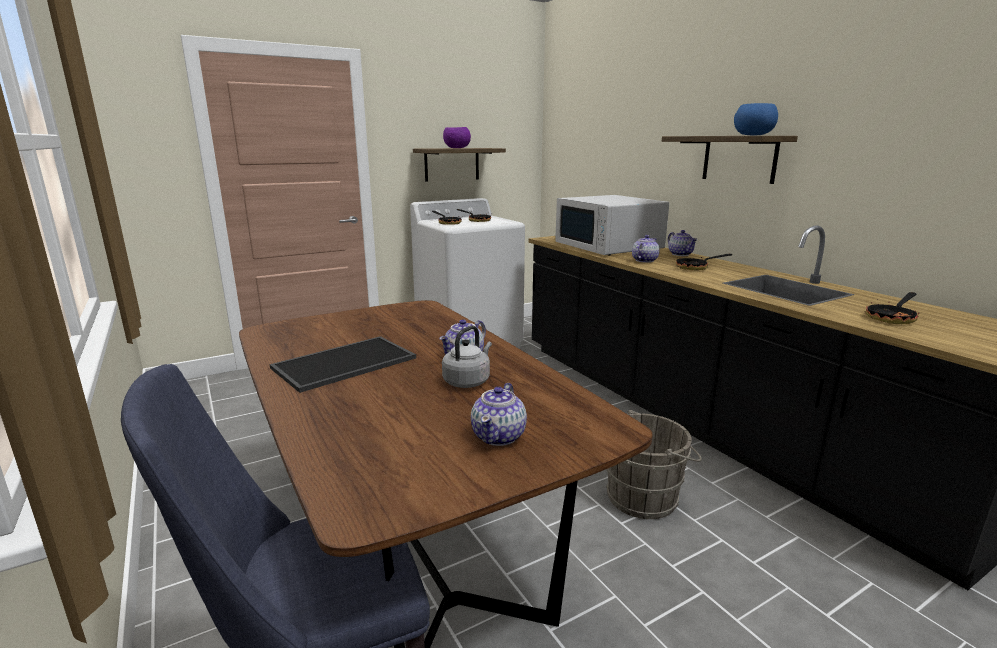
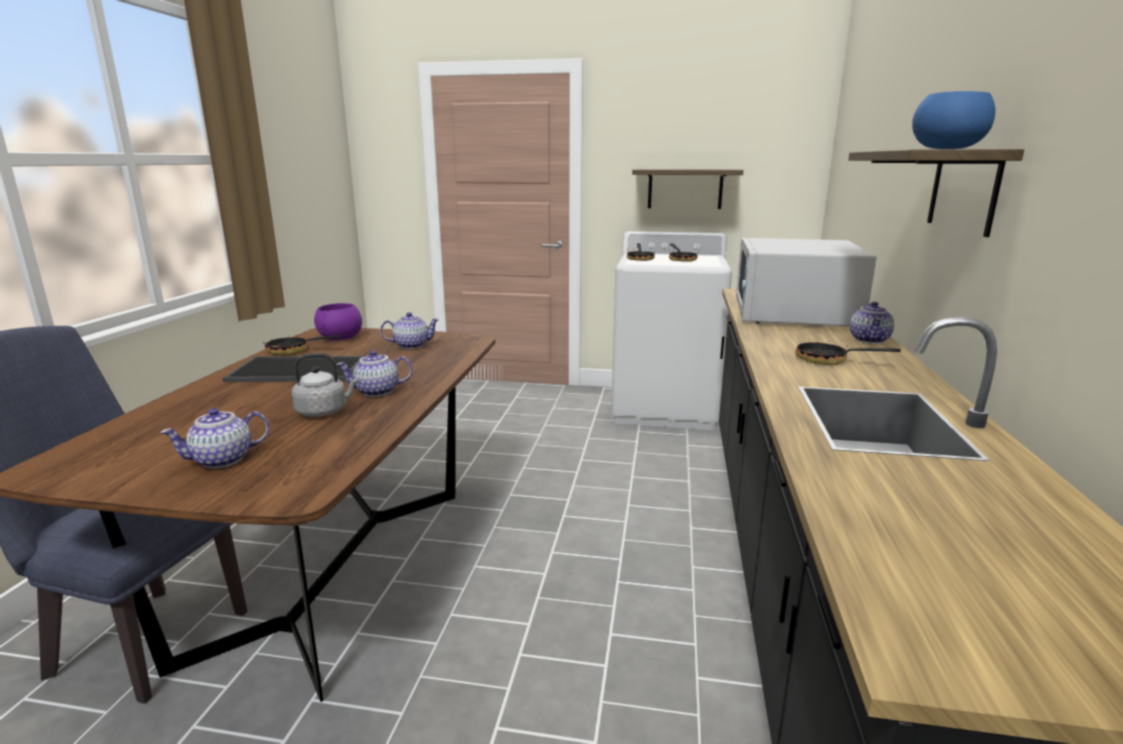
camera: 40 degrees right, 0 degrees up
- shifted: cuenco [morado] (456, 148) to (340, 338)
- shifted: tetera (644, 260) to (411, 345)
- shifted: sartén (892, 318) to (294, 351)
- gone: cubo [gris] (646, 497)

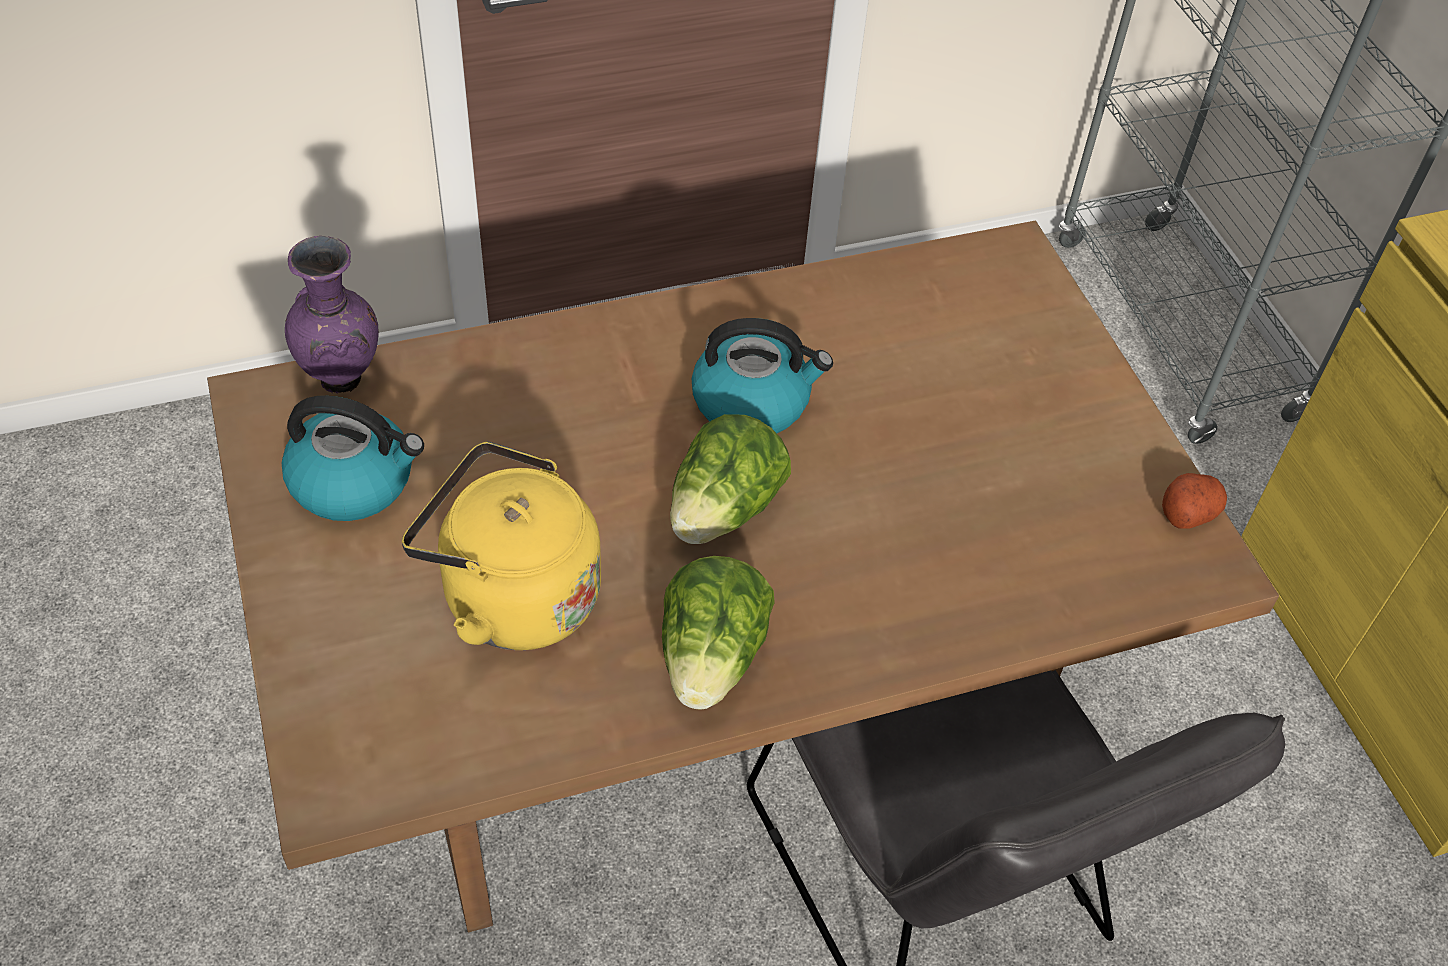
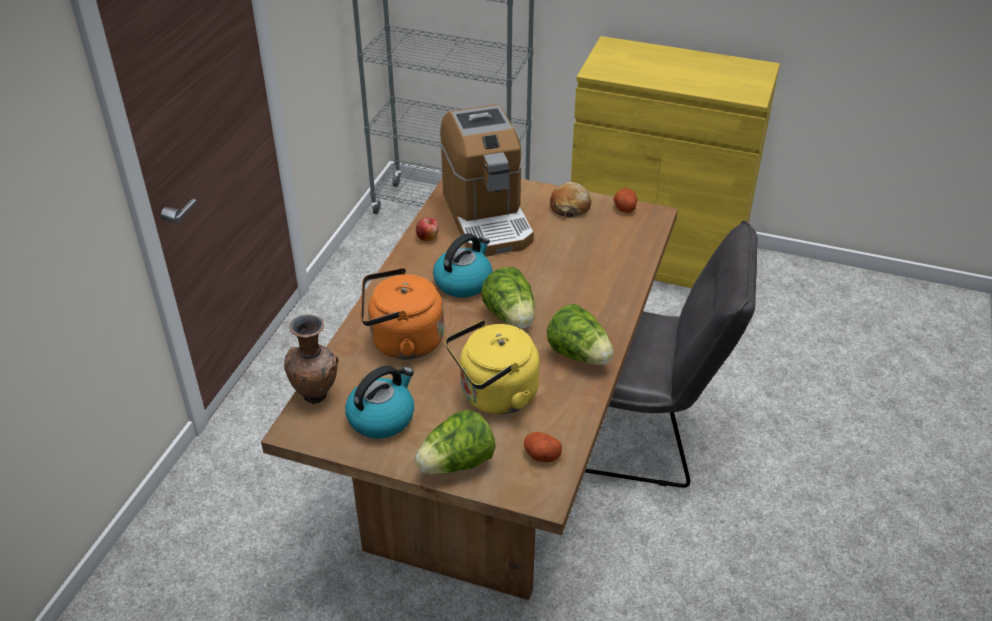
camera: 50 degrees left, 10 degrees down
- repainted: florero [morado] (344, 381) to florero [marrón] (317, 395)
- new: cafetera (487, 218)
- new: pan (570, 207)
- new: manzana (427, 237)
- new: hervidor [naranja] (402, 342)
- new: lechuga (457, 464)
- new: patata (541, 454)

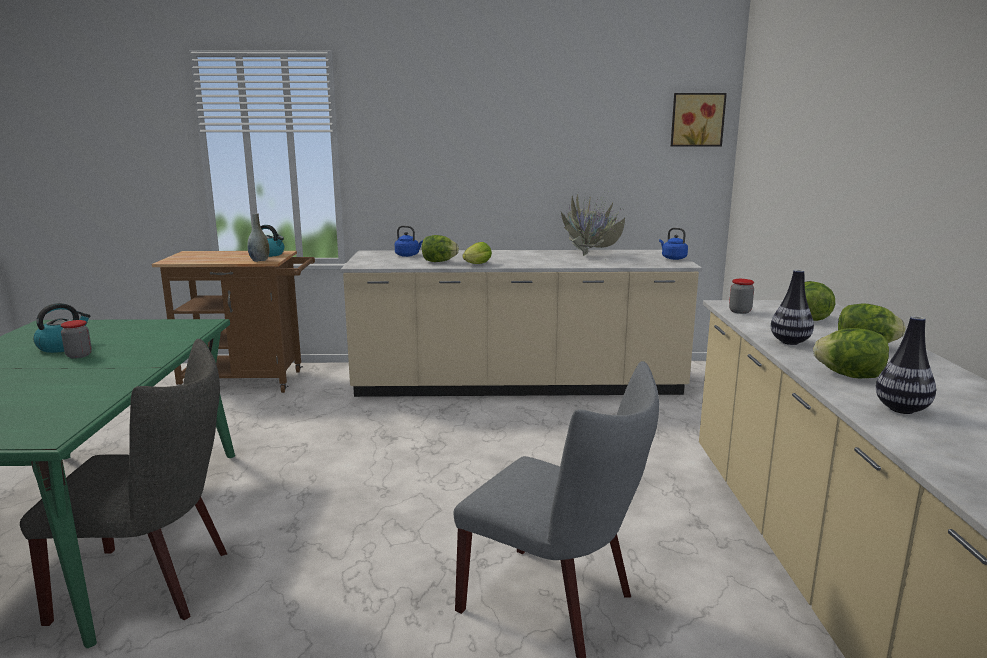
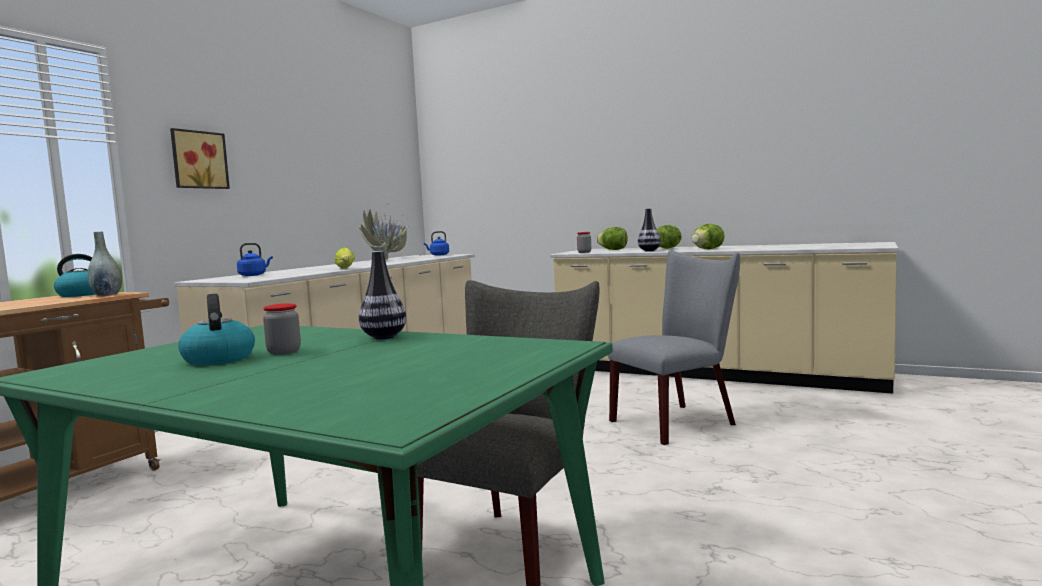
camera: 60 degrees left, 10 degrees down
- shifted: cuadro (697, 120) to (198, 160)
- gone: lechuga (439, 262)
- shifted: florero (901, 409) to (384, 337)

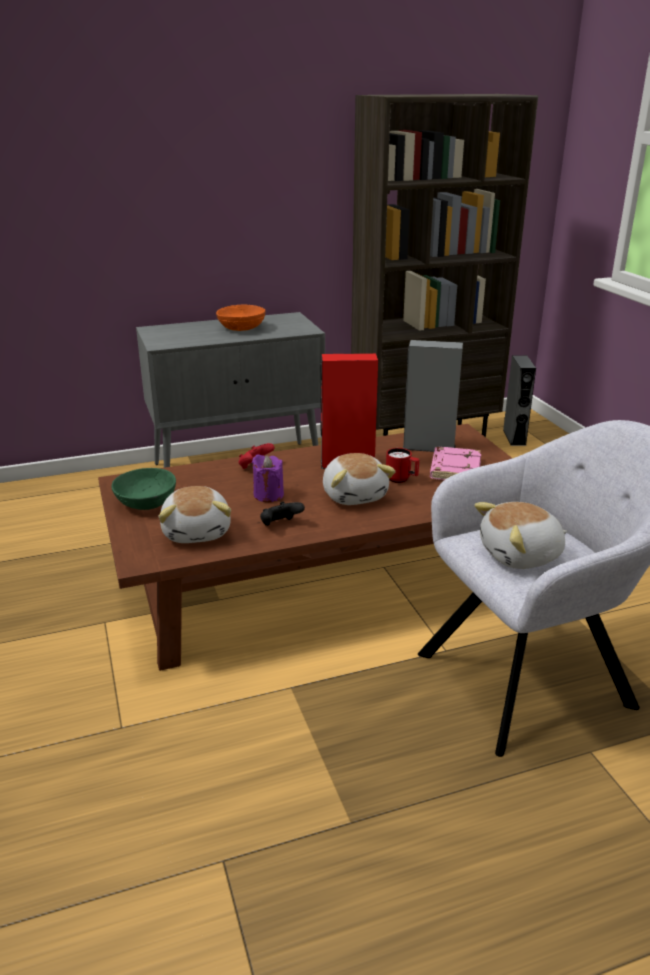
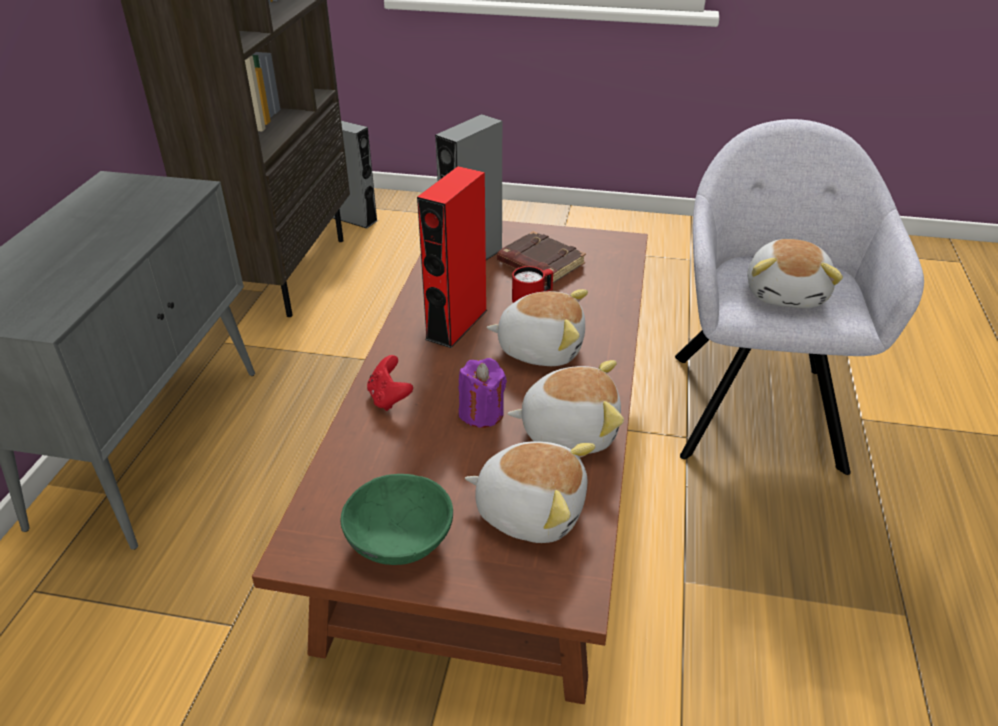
camera: 60 degrees left, 10 degrees up
- gone: cuenco [naranja] (242, 328)
- repainted: libro [rosa] (454, 469) to libro [marrón] (539, 264)
- swapped: mando de consola [negro] (280, 525) to peluche (569, 430)

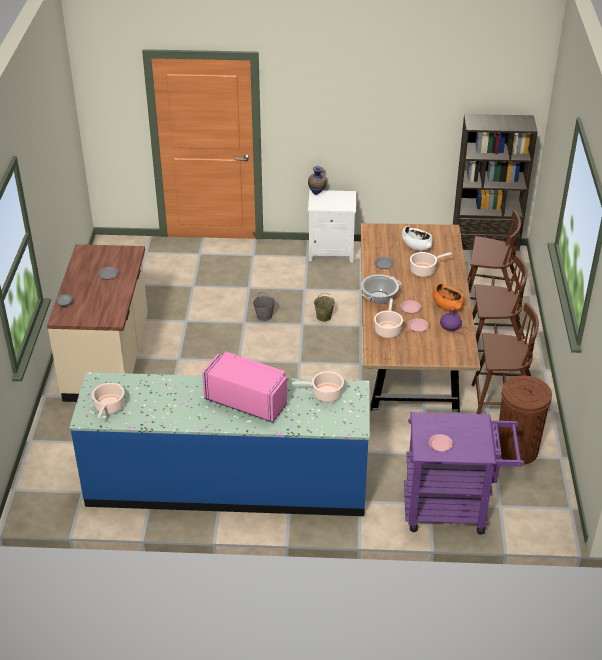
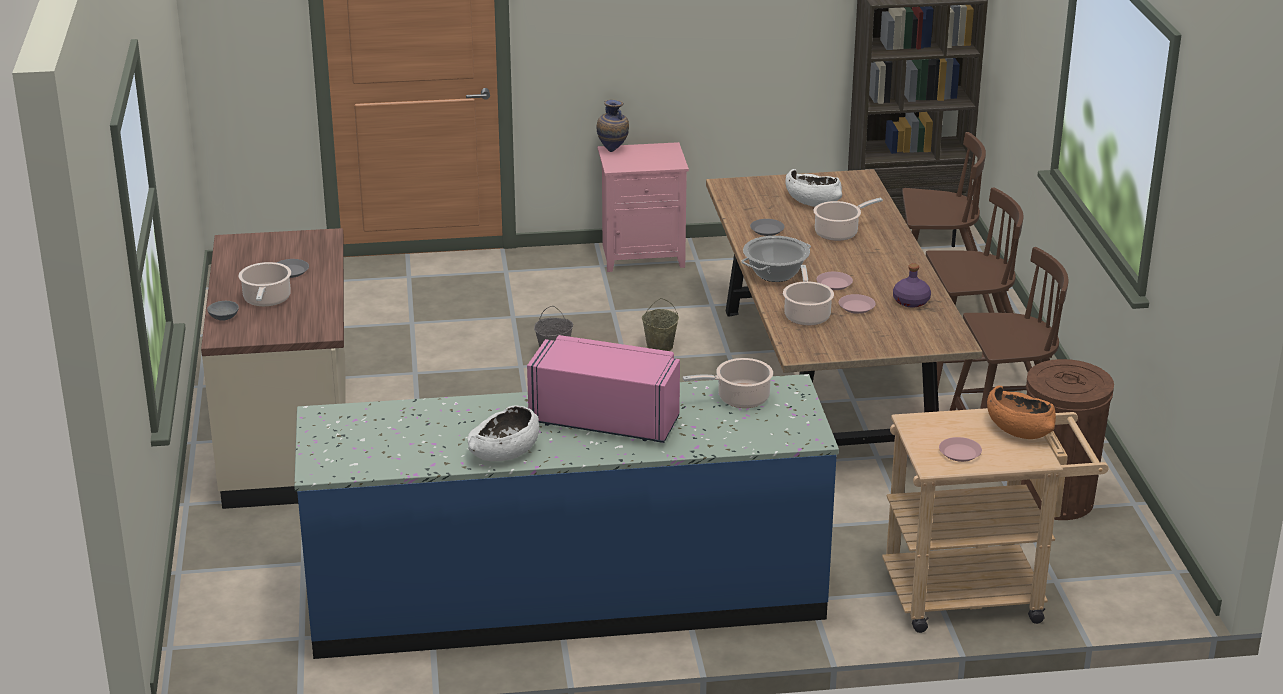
camera: 10 degrees left, 10 degrees down
- repainted: mesita de noche [blanco] (332, 251) to mesita de noche [rosa] (643, 255)
- shifted: cuenco [naranja] (447, 305) to (1018, 428)
- shifted: olla (109, 407) to (266, 300)
- repainted: carrito [morado] (454, 509) to carrito [beis] (978, 593)
- new: cuenco [blanco] (504, 452)

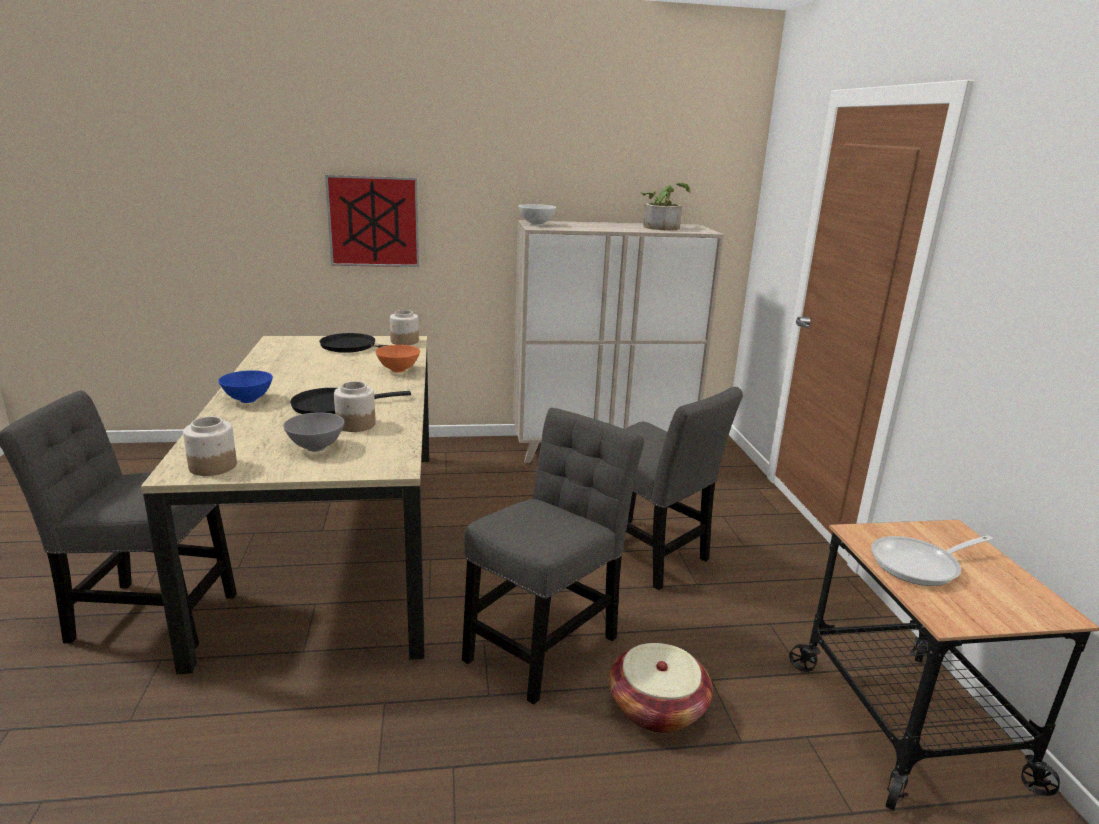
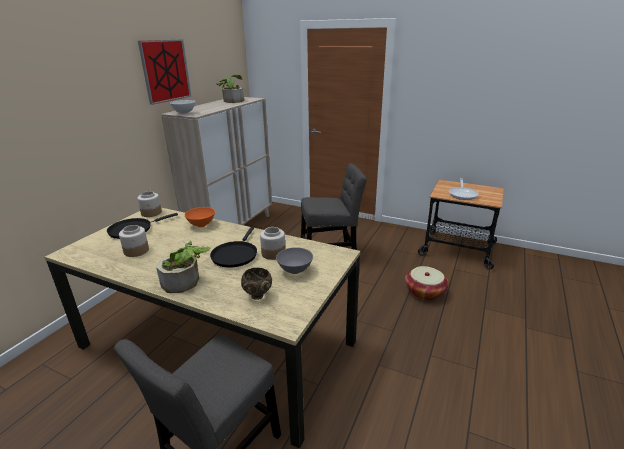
camera: 55 degrees left, 5 degrees up
- shifted: cuadro (373, 221) to (165, 71)
- swapped: cuenco [azul] (248, 400) to planta en maceta (186, 282)
- gone: silla [gris] (545, 643)
- shifted: tarro (212, 466) to (136, 251)
- new: cuenco [marrón] (258, 296)

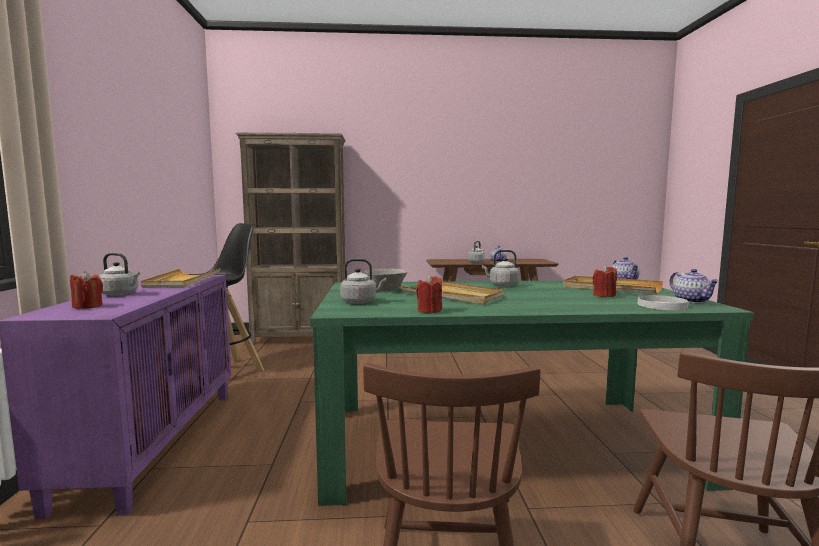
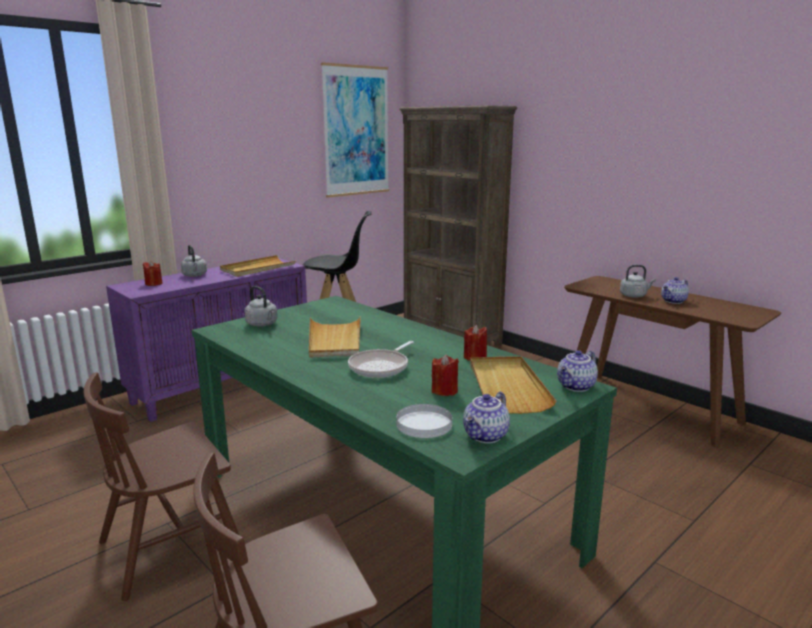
camera: 50 degrees right, 10 degrees up
- gone: hervidor [gris] (502, 285)
- gone: cuenco [gris] (387, 289)
- shifted: vela [rojo] (429, 310) to (475, 357)
- new: cuadro (356, 131)
- new: sartén (381, 367)

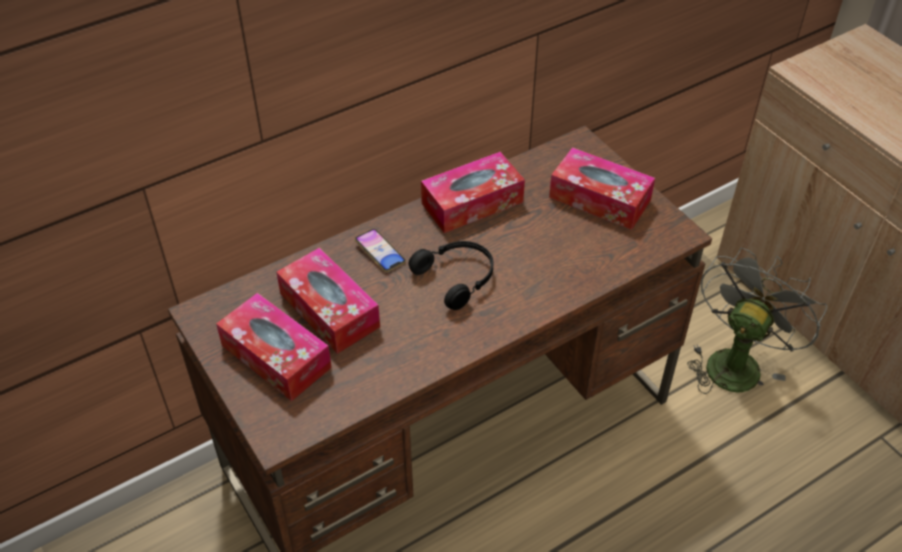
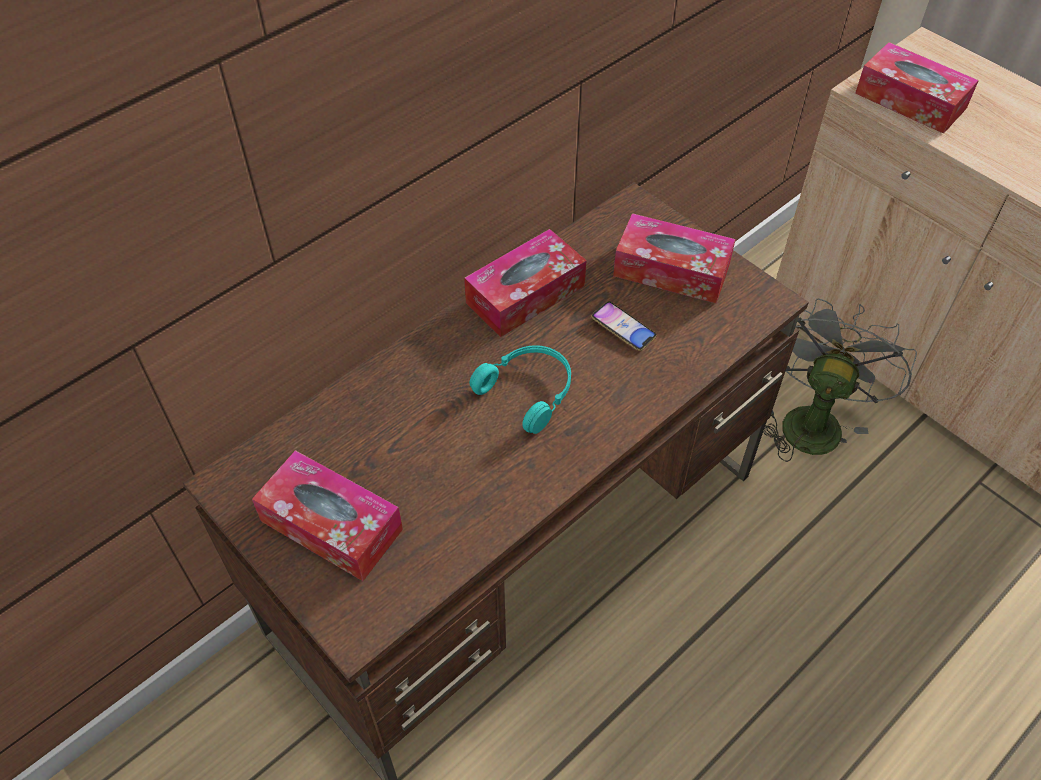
camera: 10 degrees left, 5 degrees up
- shifted: móvil (380, 253) to (623, 329)
- repainted: auriculares [negro] (457, 277) to auriculares [turquesa] (529, 391)
- shifted: caja de pañuelos (329, 310) to (910, 100)

